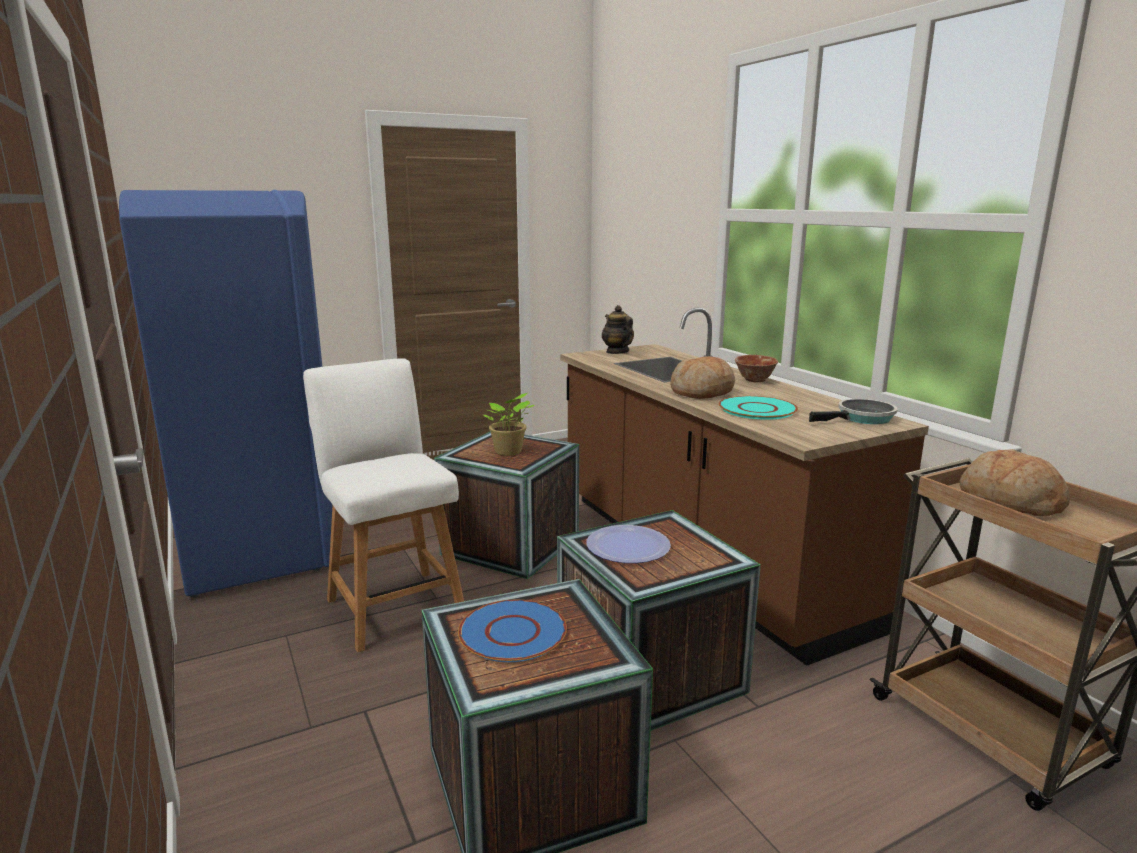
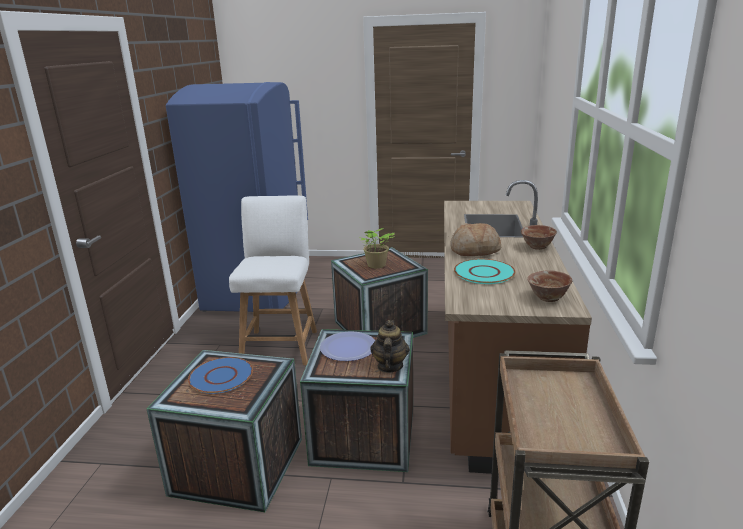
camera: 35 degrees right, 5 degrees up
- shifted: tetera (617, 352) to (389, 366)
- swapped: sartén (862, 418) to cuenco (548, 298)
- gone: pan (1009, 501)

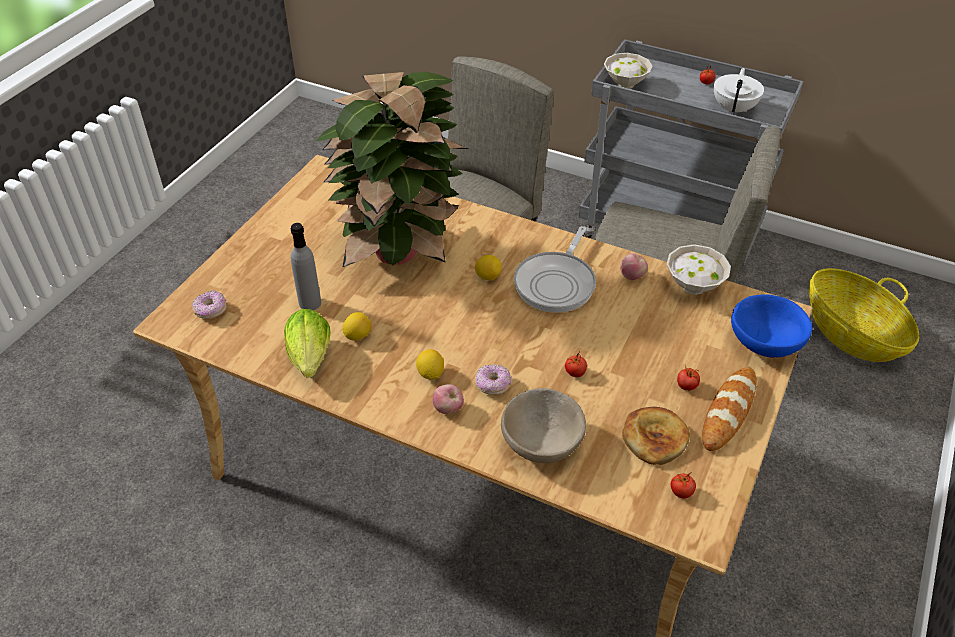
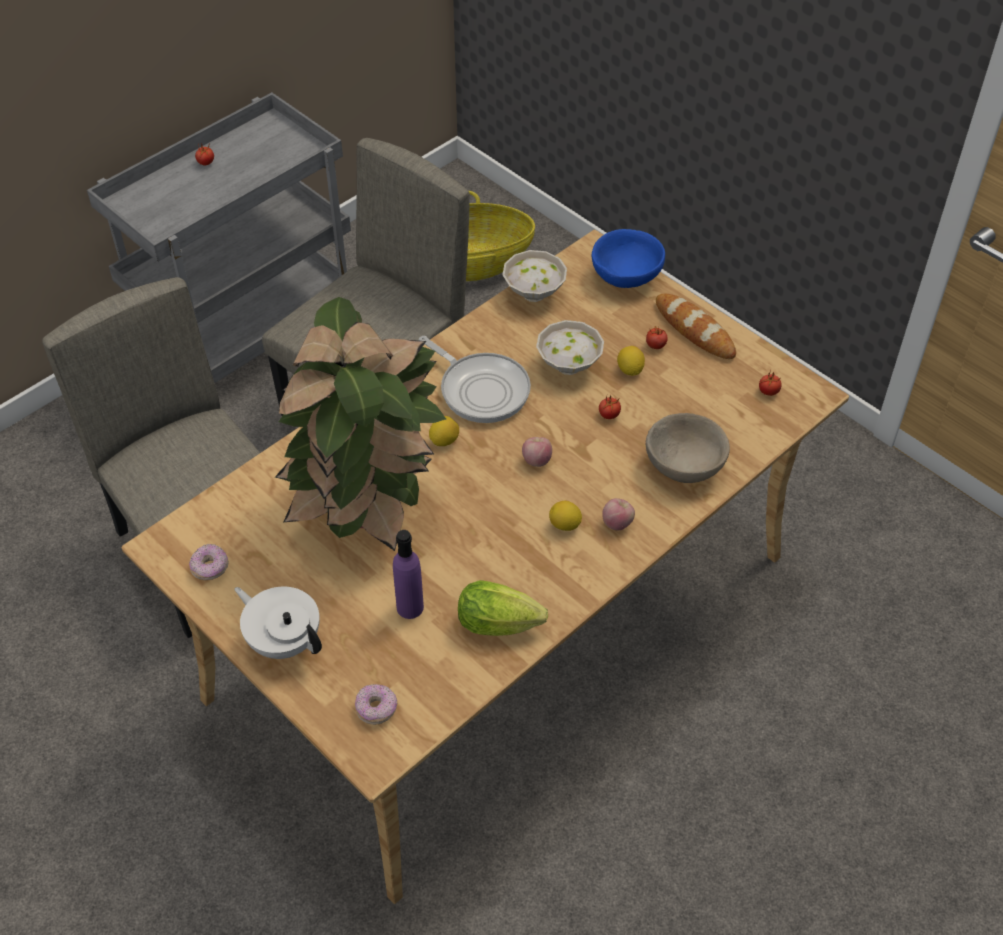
camera: 70 degrees left, 5 degrees up
- shifted: cuenco [blanco] (624, 84) to (567, 366)
- shifted: tetera [blanco] (734, 109) to (284, 640)
- repainted: botella [gris] (310, 303) to botella [morado] (410, 607)
- shifted: manzana (632, 276) to (536, 460)
- shifted: limón (358, 335) to (630, 370)
- shifted: rosquilla (492, 385) to (210, 568)
- gone: pan (654, 437)

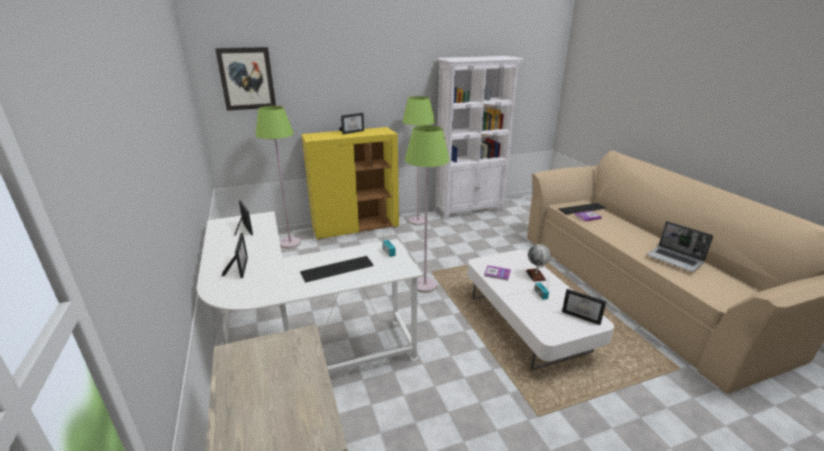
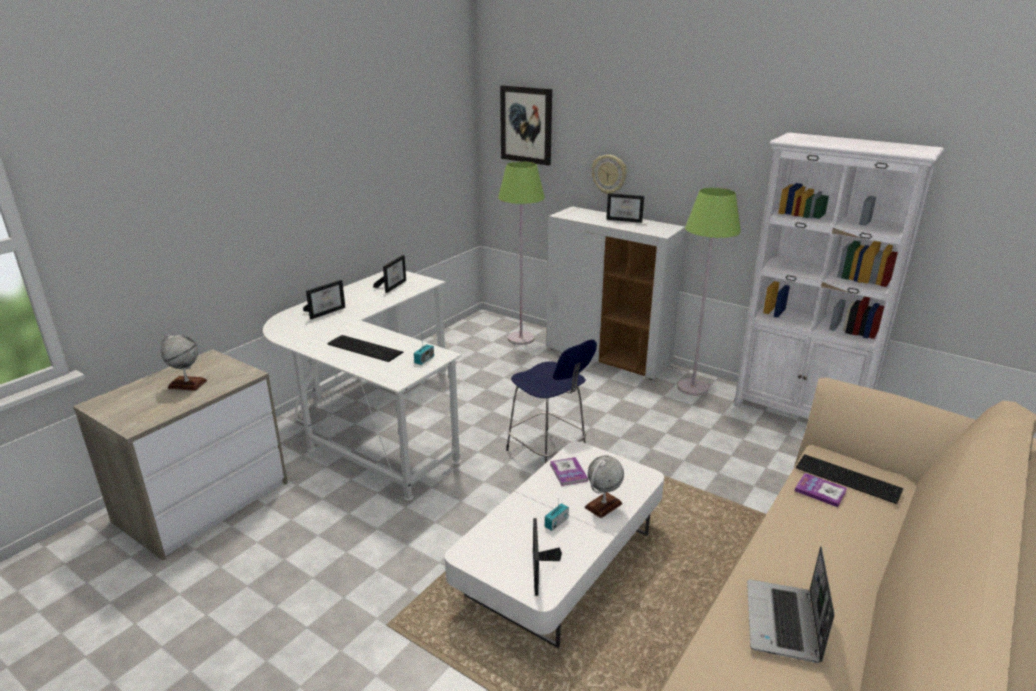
camera: 55 degrees right, 0 degrees up
- swapped: lámpara de pie [verde] (425, 285) to taburete [azul] (548, 453)
- repainted: armario [amarillo] (356, 227) to armario [blanco] (608, 357)
- new: reloj de pared (609, 174)
- new: globo terráqueo (187, 384)

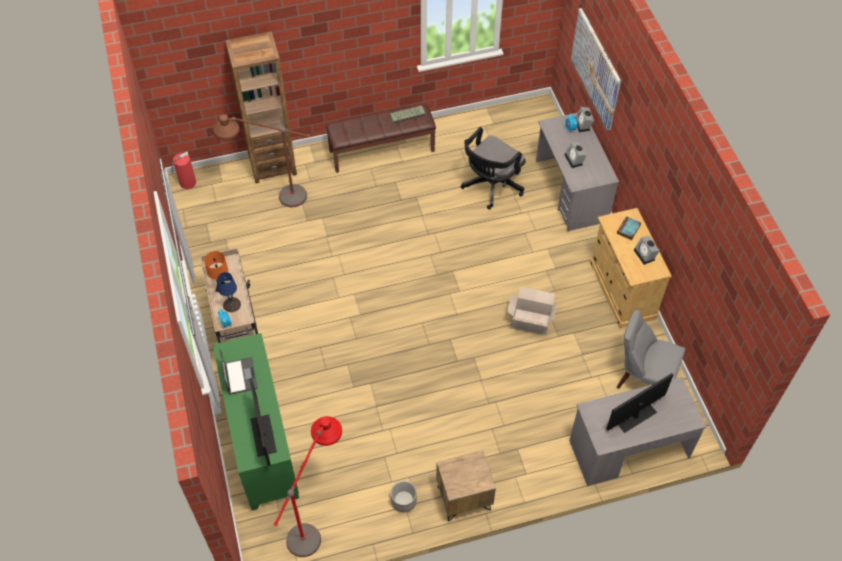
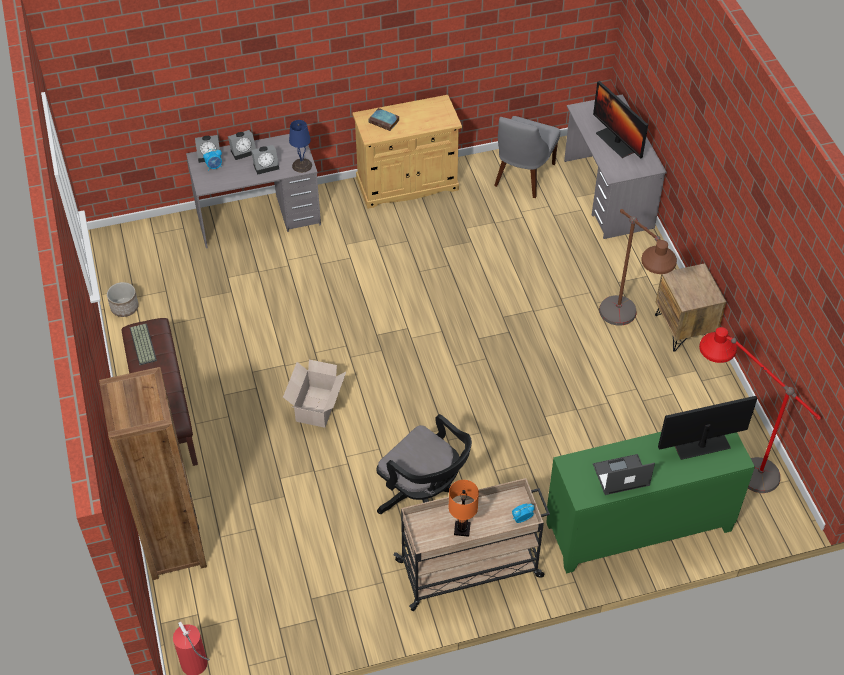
camera: 90 degrees left, 5 degrees down
- gone: cuadro (596, 68)
- shifted: lámpara de pie [marrón] (272, 199) to (626, 331)
- shifted: silla de oficina [negro] (490, 186) to (425, 498)
- shifted: despertador (645, 255) to (244, 151)
- shifted: lámpara de mesa [azul] (232, 305) to (302, 165)
- shifted: caja de cartón (530, 321) to (316, 408)
- shifted: maceta (404, 501) to (124, 307)

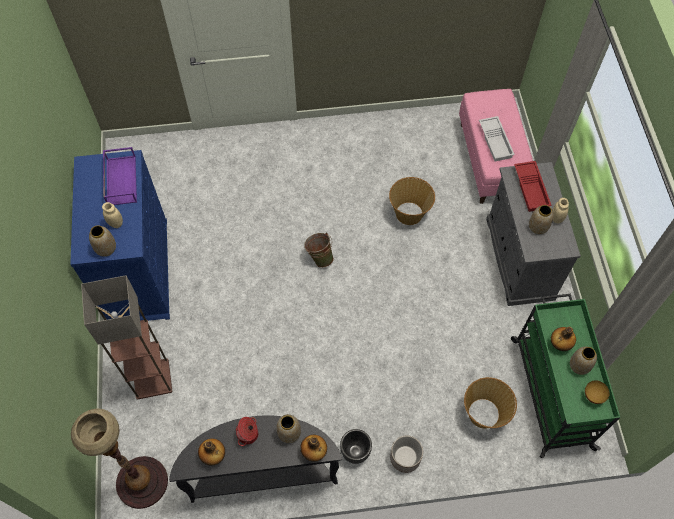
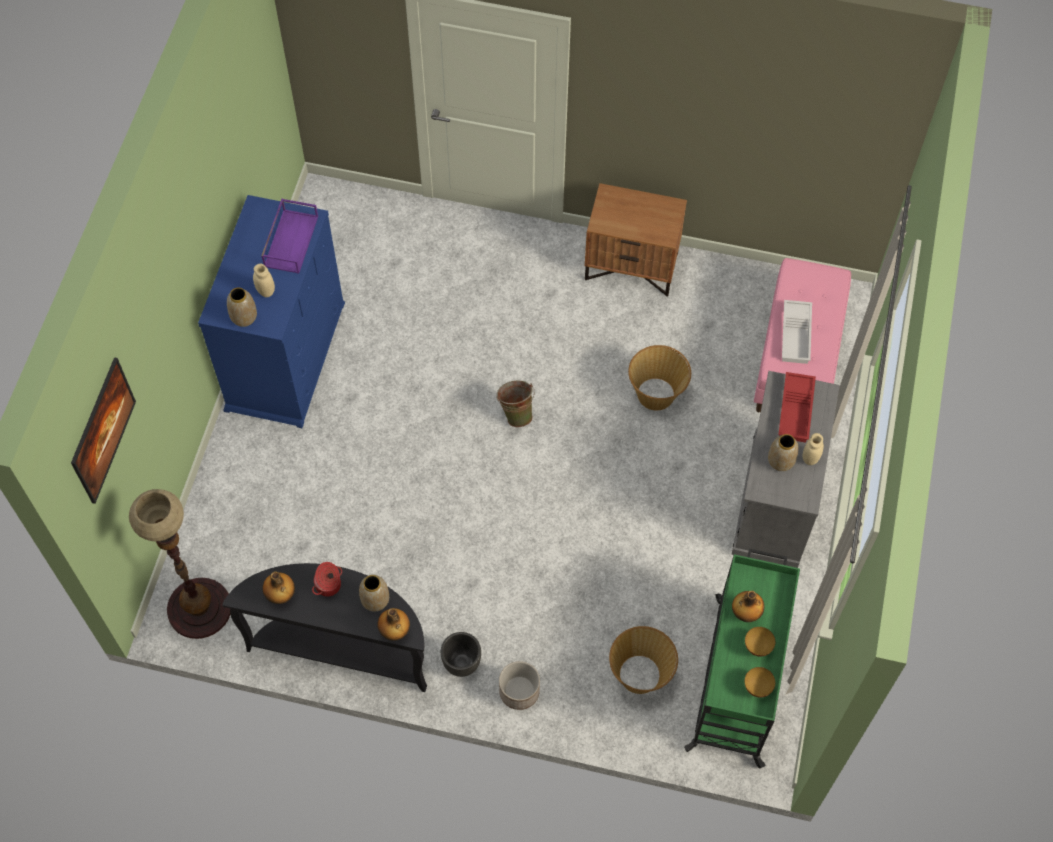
camera: 20 degrees right, 0 degrees up
- gone: lámpara de pie (151, 378)
- swapped: florero (579, 366) to cuenco (757, 646)
- new: mesita de noche [marrón] (632, 266)
- new: cuadro (108, 441)

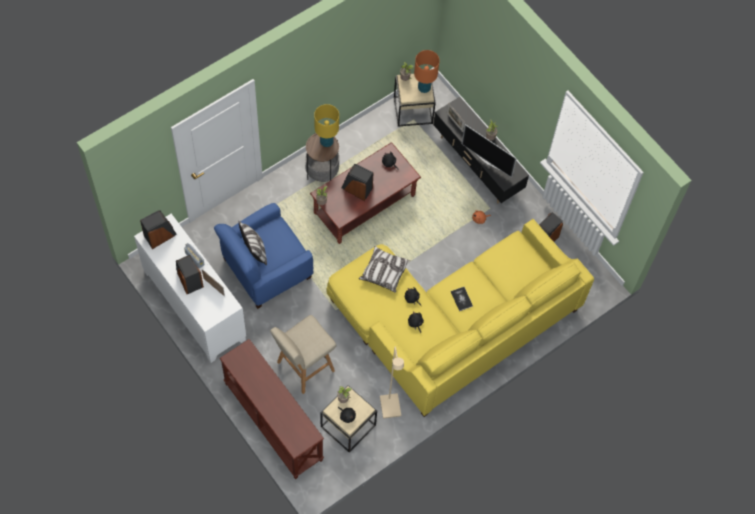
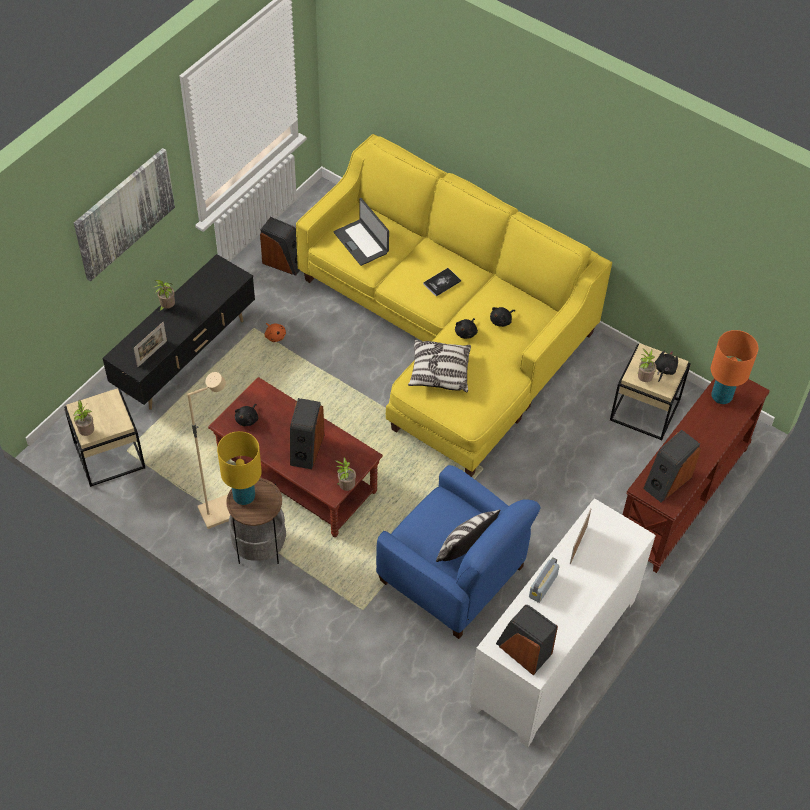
camera: 105 degrees left, 10 degrees down
- shifted: lámpara de mesa [naranja] (424, 88) to (721, 396)
- gone: televisor (487, 161)
- shifted: altavoz (189, 279) to (667, 482)
- gone: taburete [beis] (304, 367)
- shifted: lámpara de pie [beis] (391, 406) to (219, 511)
- new: cuadro (124, 213)
- new: portátil (361, 242)

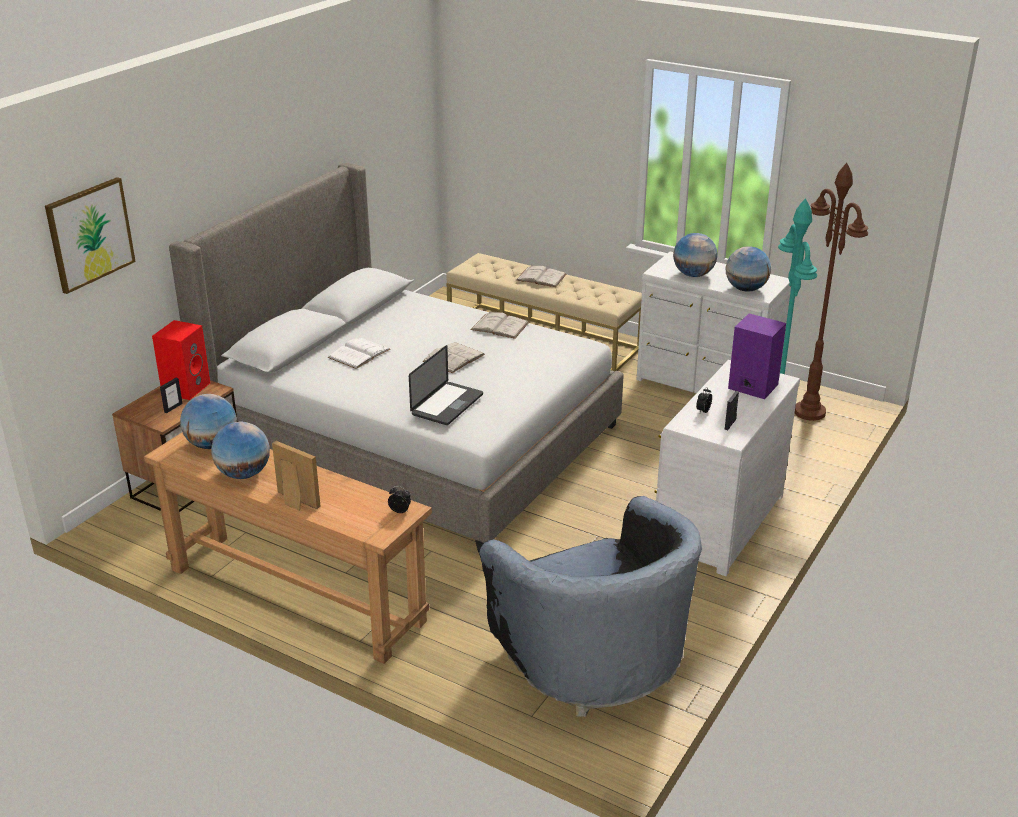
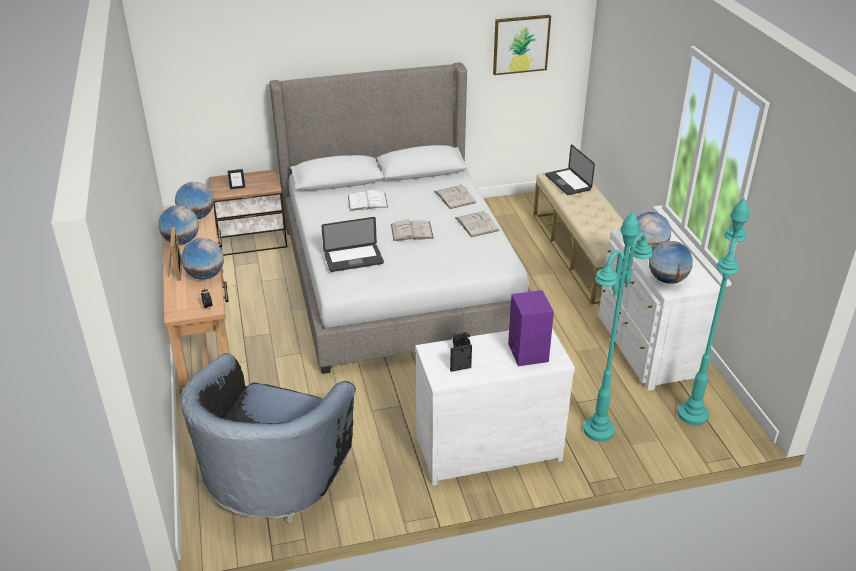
camera: 45 degrees right, 5 degrees up
- repainted: lámpara de pie [marrón] (810, 412) to lámpara de pie [turquesa] (692, 415)
- shifted: cuadro (90, 234) to (521, 44)
- shifted: libro [blanco] (541, 277) to (455, 197)
- gone: altavoz [rojo] (186, 387)
- new: portátil (568, 182)
- new: globo terráqueo (205, 275)

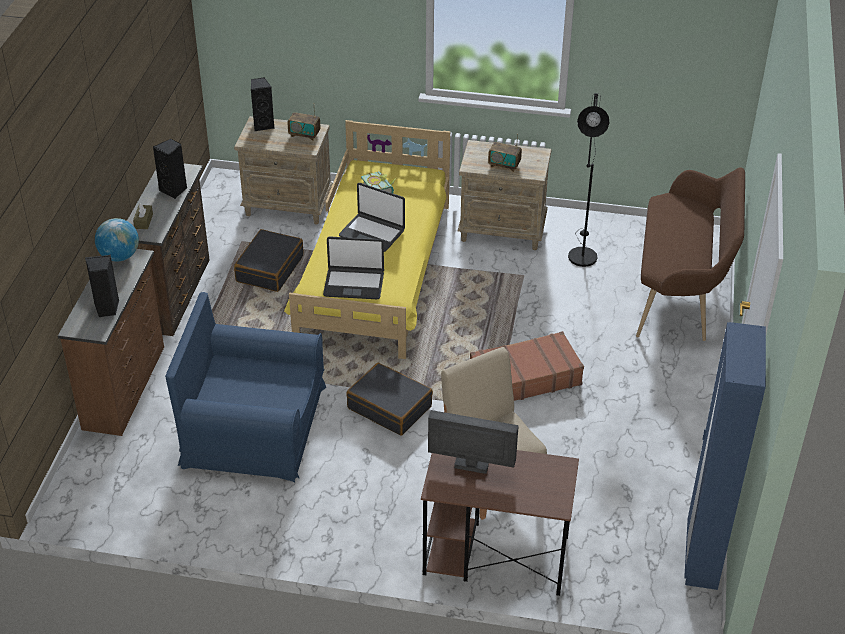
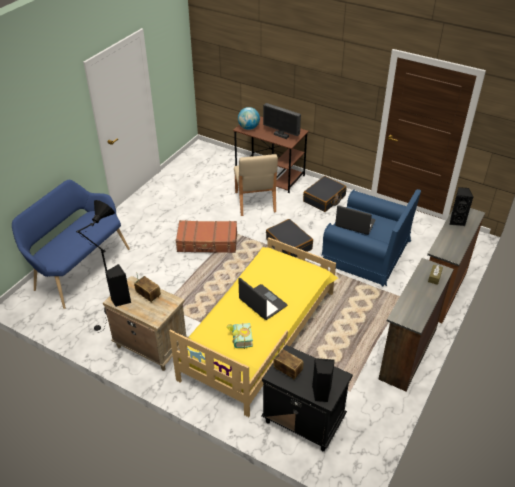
camera: 160 degrees left, 0 degrees up
- repainted: mesita de noche [beis] (288, 205) to mesita de noche [negro] (302, 420)
- shifted: altavoz [negro] (174, 190) to (120, 300)
- repainted: banco [marrón] (681, 293) to banco [azul] (78, 268)
- shifted: globo terráqueo (119, 256) to (248, 128)
- shifted: maleta [negro] (269, 268) to (324, 199)
- shifted: portátil (354, 284) to (355, 224)
- gone: armario ropero [azul] (701, 556)

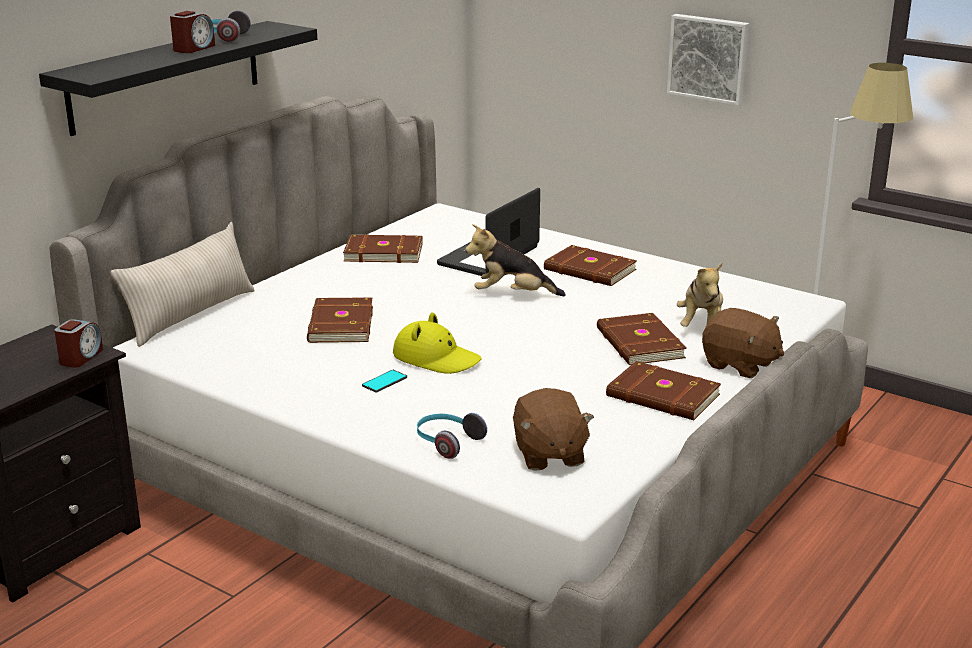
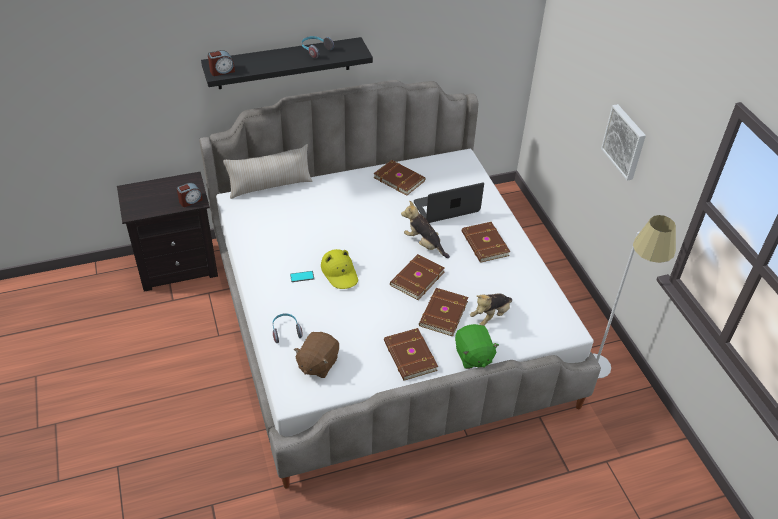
camera: 35 degrees right, 20 degrees up
- shifted: despertador (193, 48) to (222, 71)
- shifted: libro [marrón] (339, 325) to (416, 278)
- repainted: peluche [marrón] (740, 365) to peluche [verde] (473, 356)

